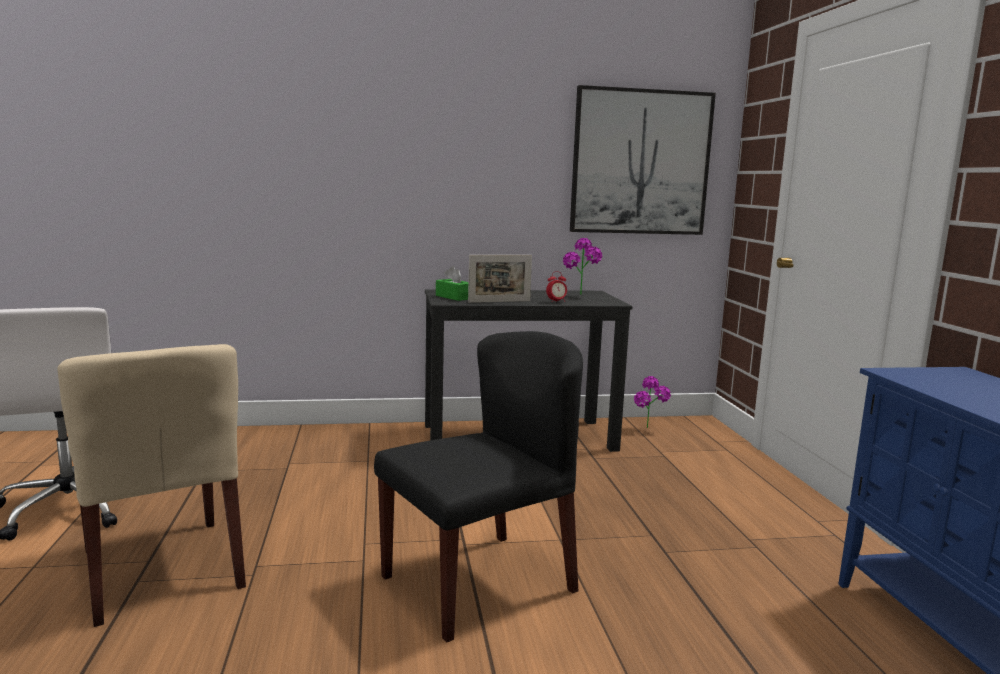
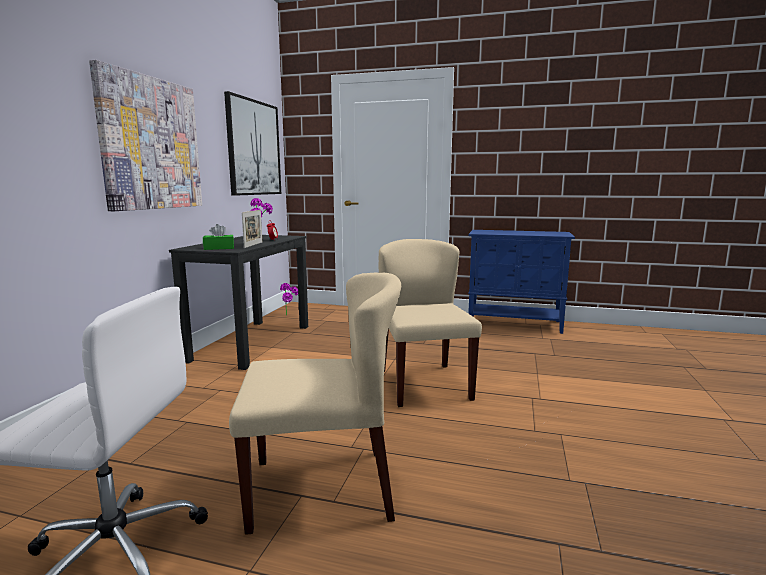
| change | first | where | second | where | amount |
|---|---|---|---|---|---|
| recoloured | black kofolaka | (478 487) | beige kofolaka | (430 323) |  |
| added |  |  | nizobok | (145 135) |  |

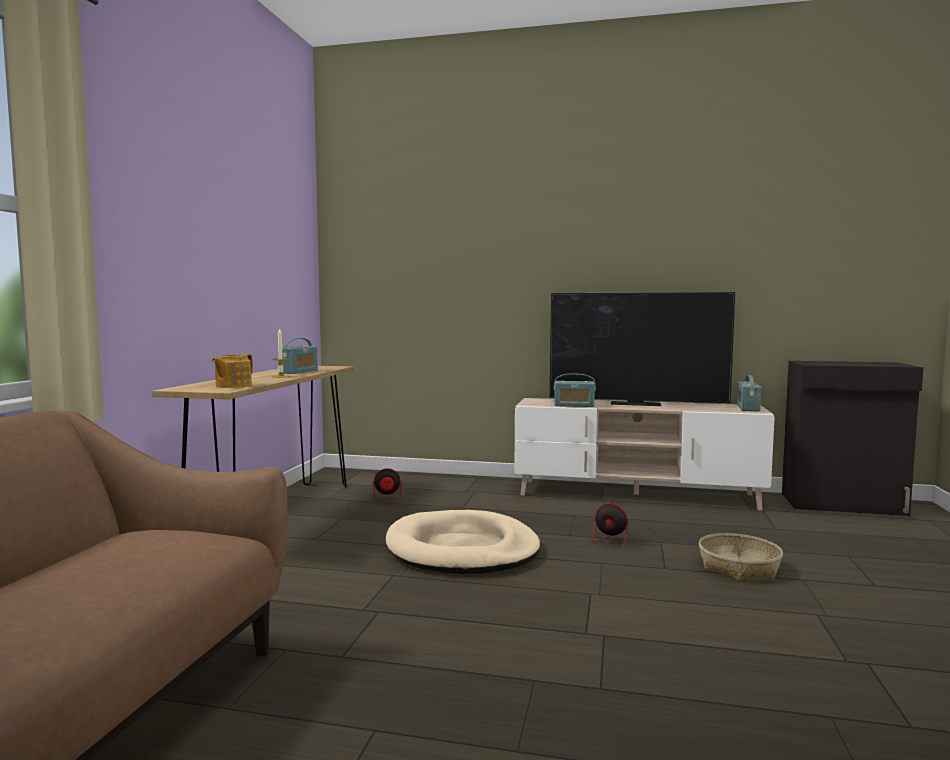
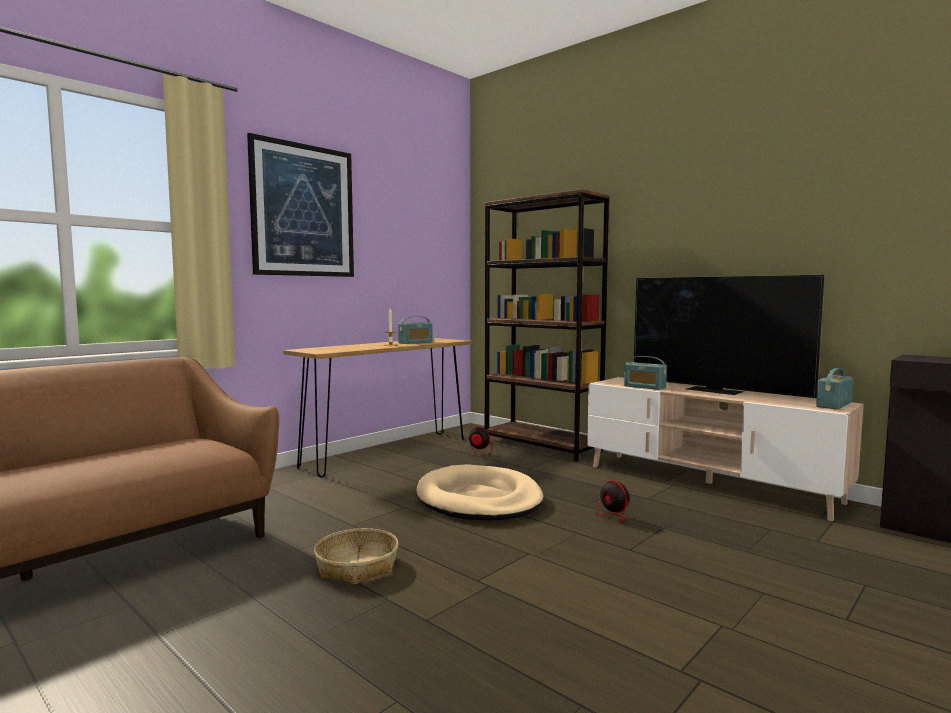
| change | first | where | second | where | amount |
|---|---|---|---|---|---|
| removed | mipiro | (232 371) |  |  |  |
| moved | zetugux | (740 557) |  | (356 556) |  |
| added |  |  | nizobok | (300 205) |  |
| added |  |  | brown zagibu | (547 325) |  |

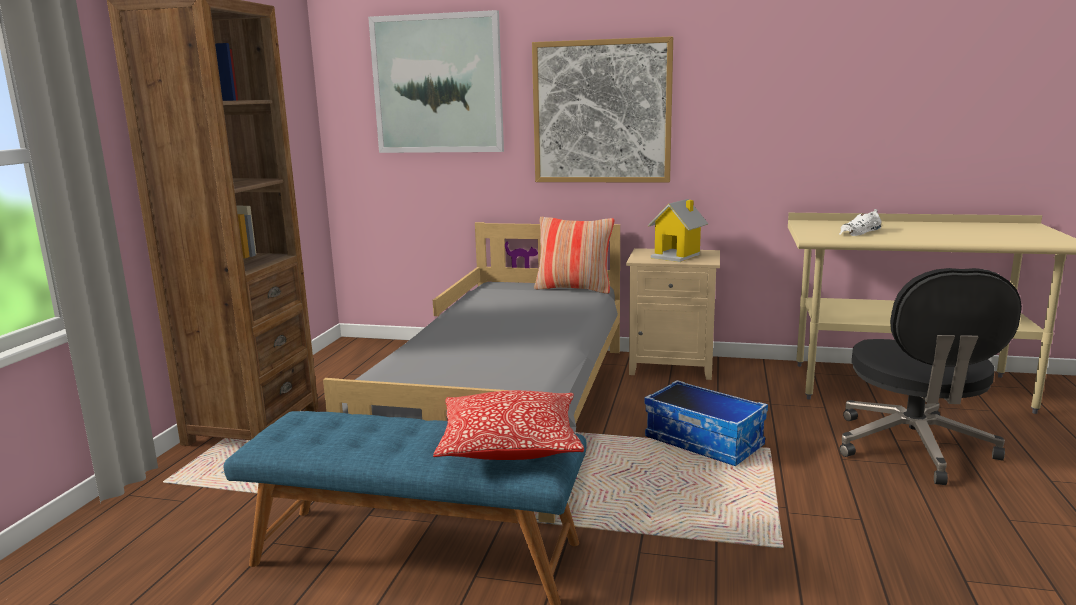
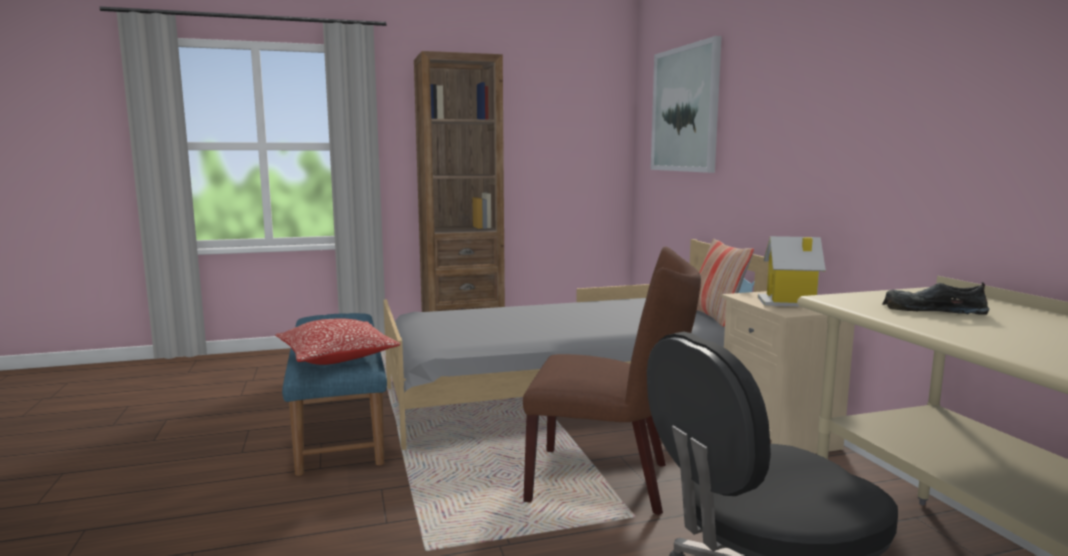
| change | first | where | second | where | amount |
|---|---|---|---|---|---|
| removed | nizobok | (602 109) |  |  |  |
| replaced | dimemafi | (706 423) | brown kofolaka | (612 381) |  |
| recoloured | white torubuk | (860 222) | black torubuk | (935 298) |  |

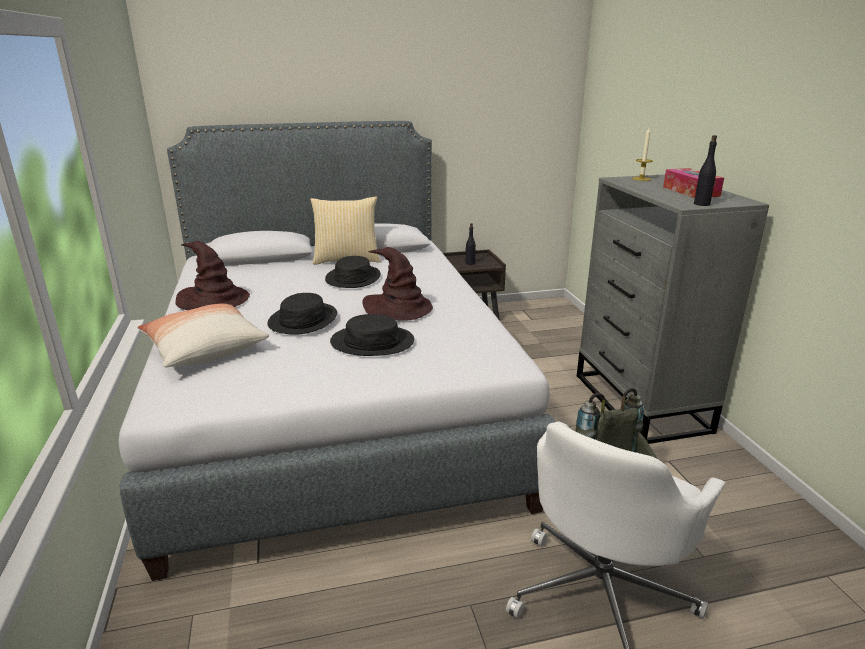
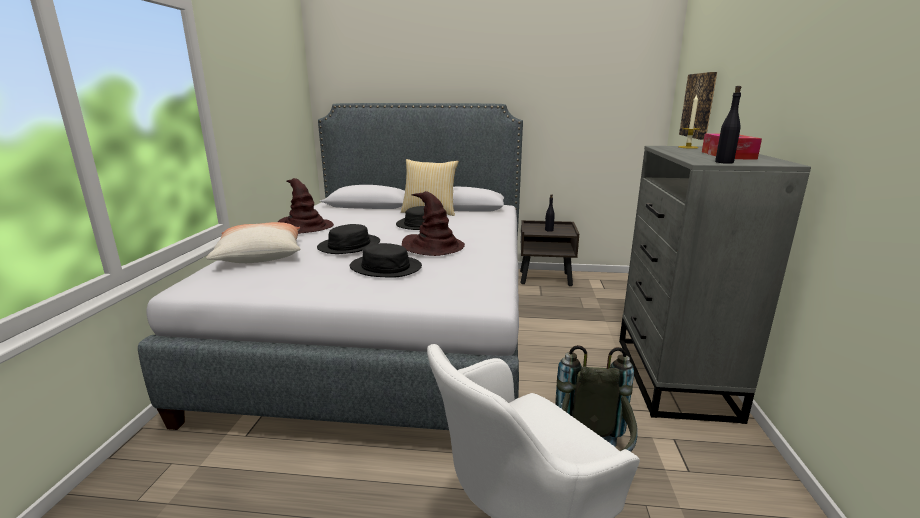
| change | first | where | second | where | amount |
|---|---|---|---|---|---|
| added |  |  | nizobok | (698 106) |  |

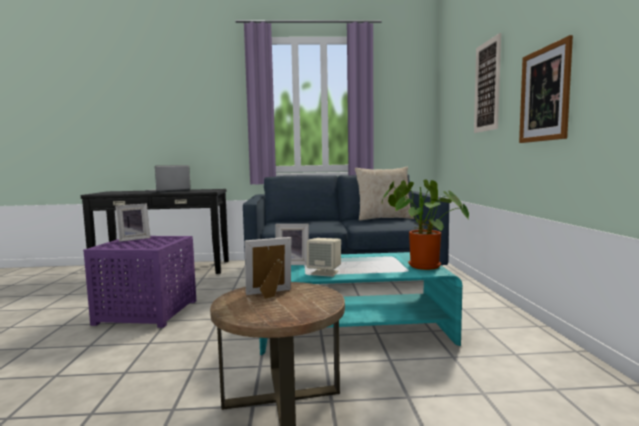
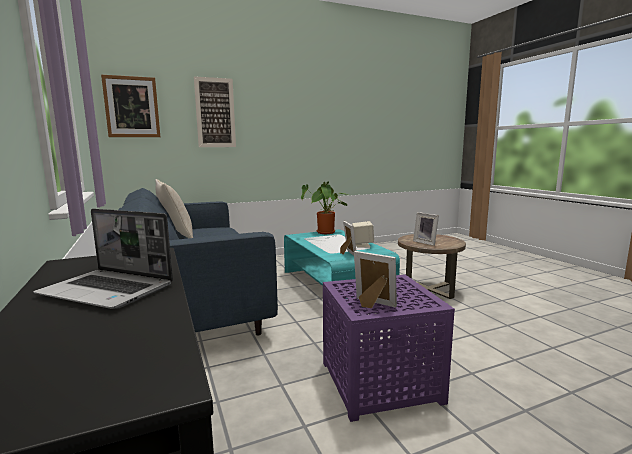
| change | first | where | second | where | amount |
|---|---|---|---|---|---|
| moved | nizobok | (546 89) |  | (130 106) |  |

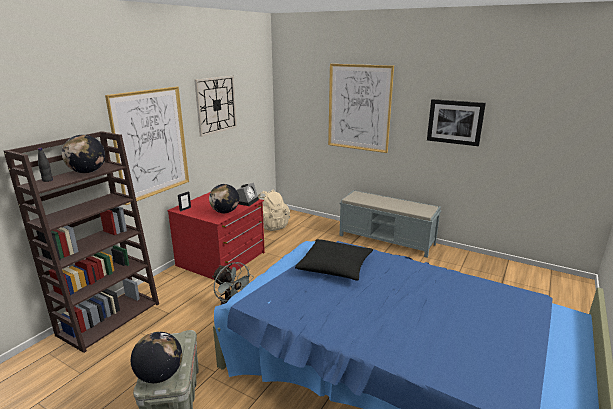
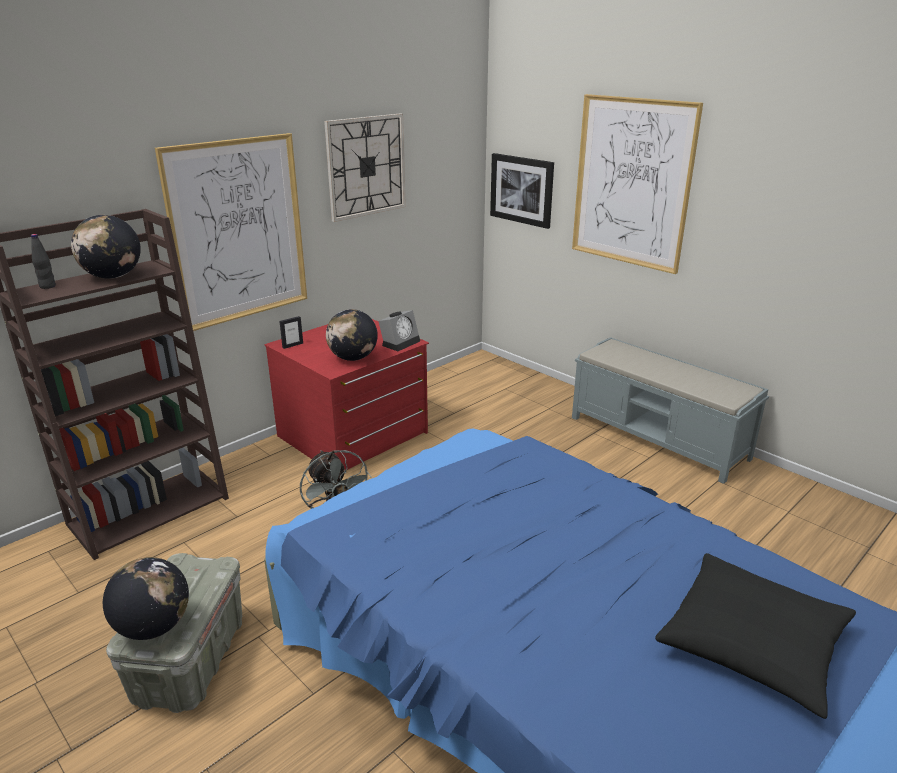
| change | first | where | second | where | amount |
|---|---|---|---|---|---|
| removed | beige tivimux | (274 210) |  |  |  |
| moved | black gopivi | (334 260) |  | (755 636) |  |
| moved | nizobok | (456 122) |  | (522 191) |  |

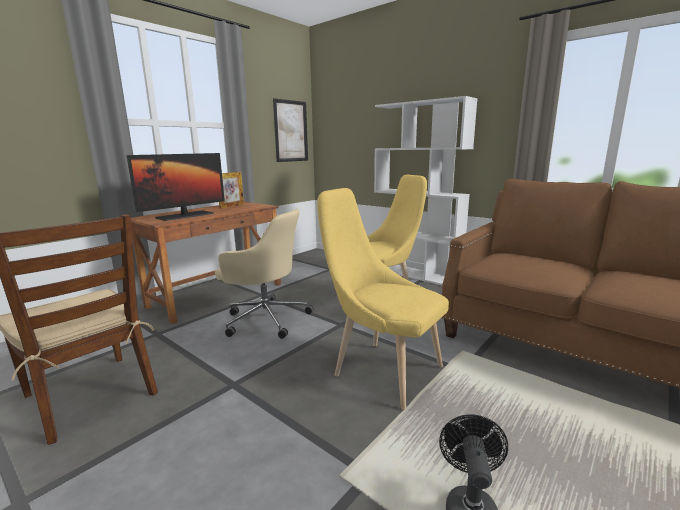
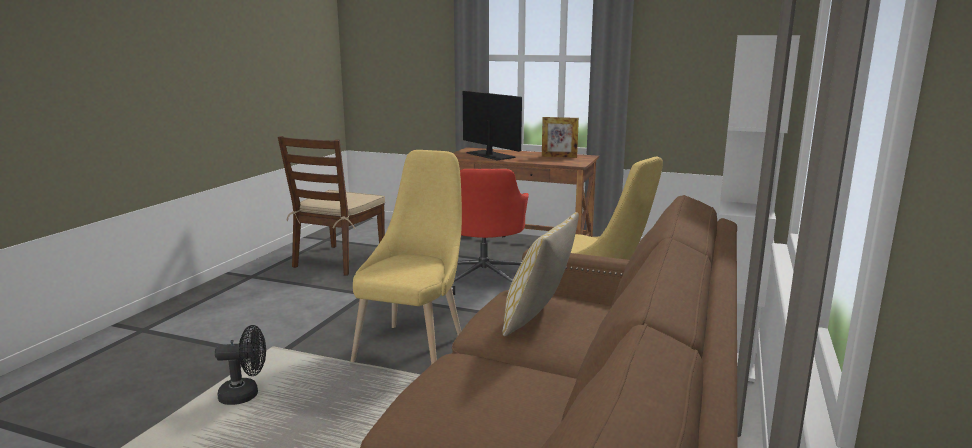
| change | first | where | second | where | amount |
|---|---|---|---|---|---|
| turned | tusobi | (176 187) |  | (492 125) | 150 degrees counterclockwise |
| recoloured | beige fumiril | (264 274) | red fumiril | (490 232) |  |
| removed | nizobok | (290 130) |  |  |  |
| added |  |  | gopivi | (541 274) |  |

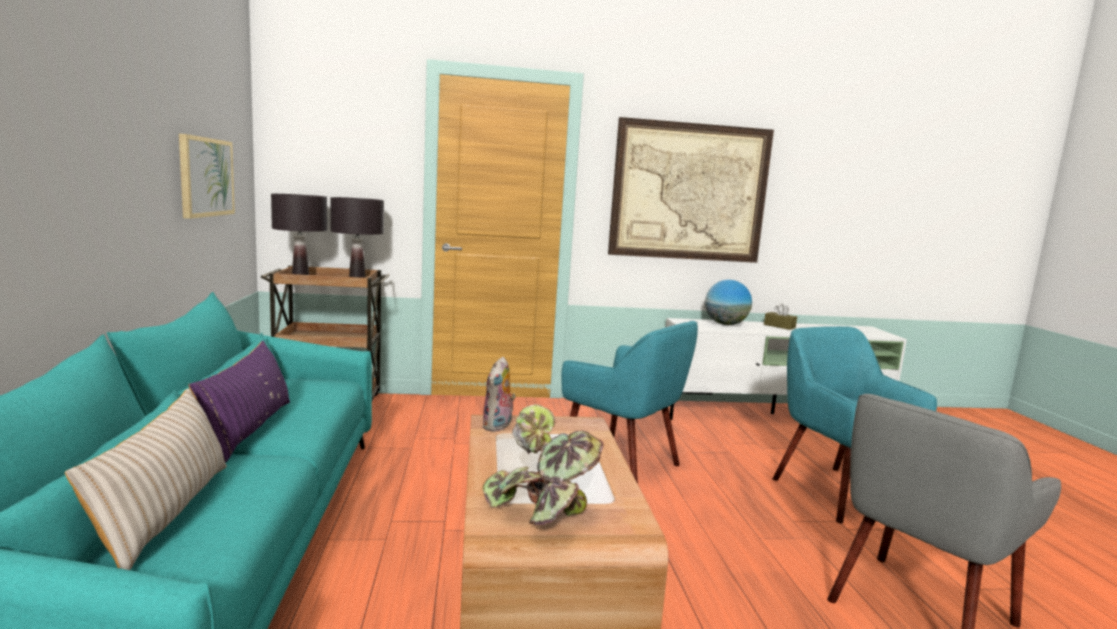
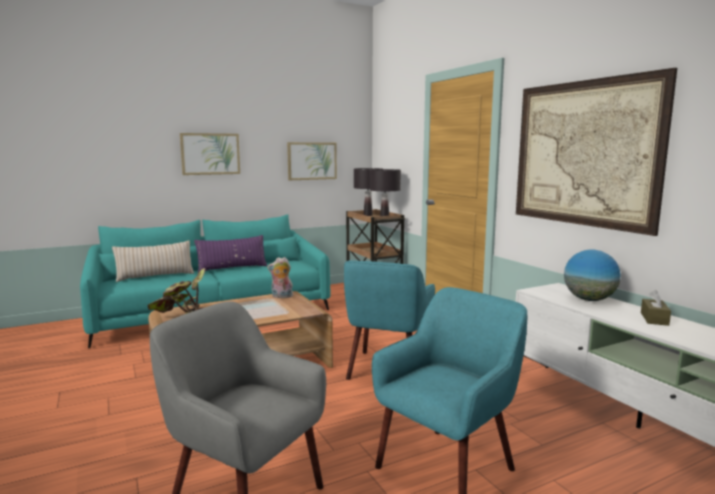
| change | first | where | second | where | amount |
|---|---|---|---|---|---|
| added |  |  | nizobok | (210 154) |  |

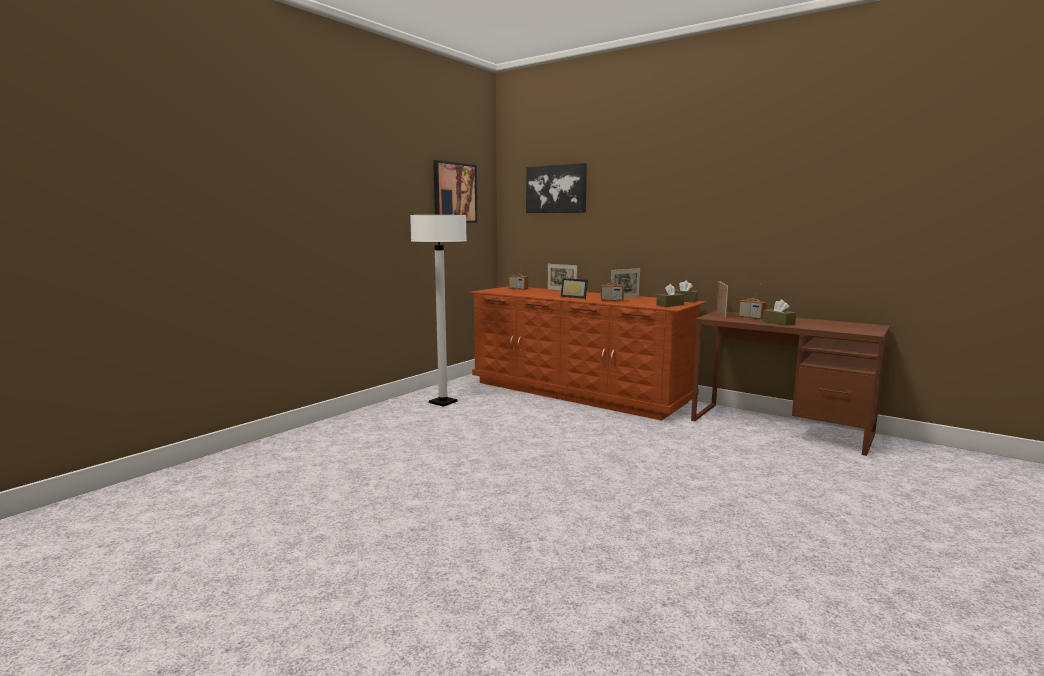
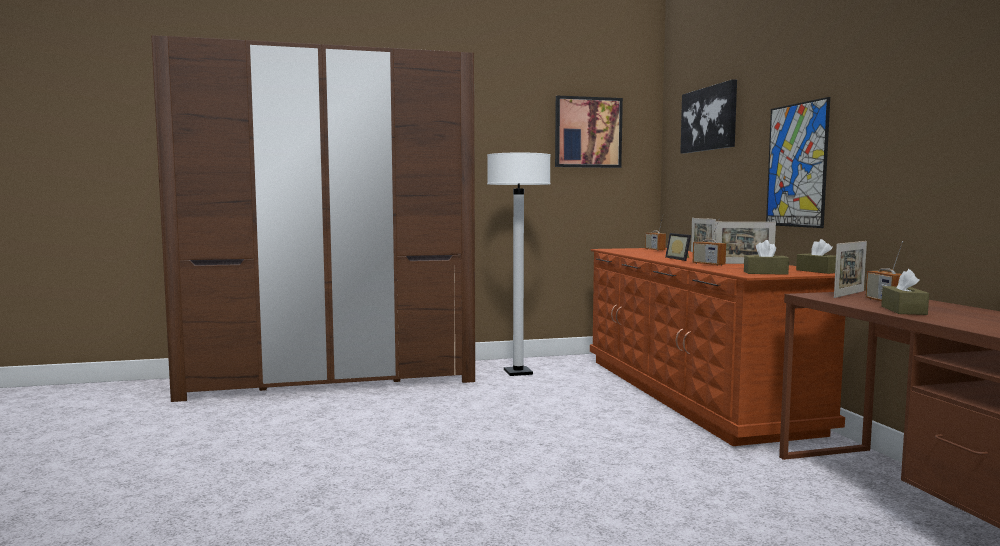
| change | first | where | second | where | amount |
|---|---|---|---|---|---|
| added |  |  | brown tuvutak | (313 218) |  |
| added |  |  | nizobok | (798 162) |  |

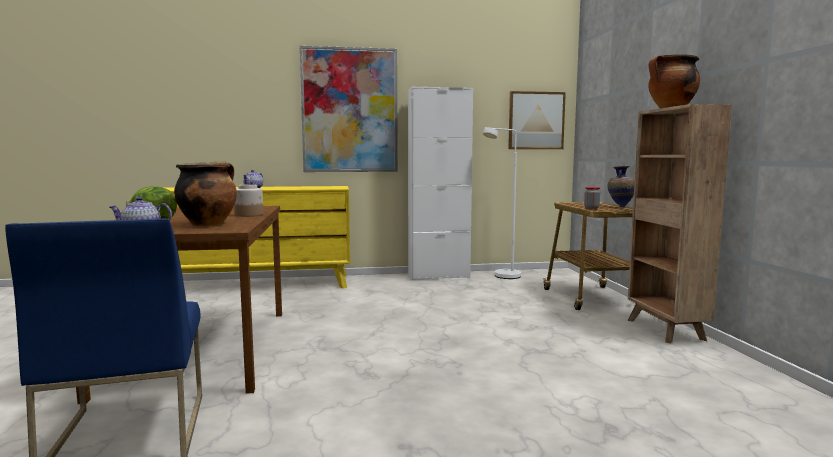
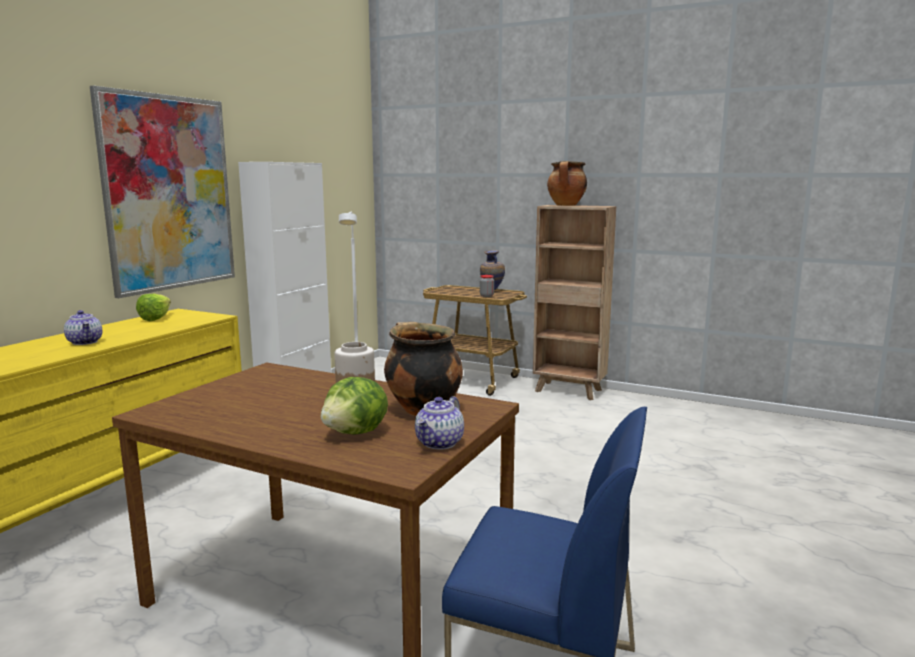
| change | first | where | second | where | amount |
|---|---|---|---|---|---|
| removed | nizobok | (537 120) |  |  |  |
| added |  |  | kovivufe | (153 307) |  |

